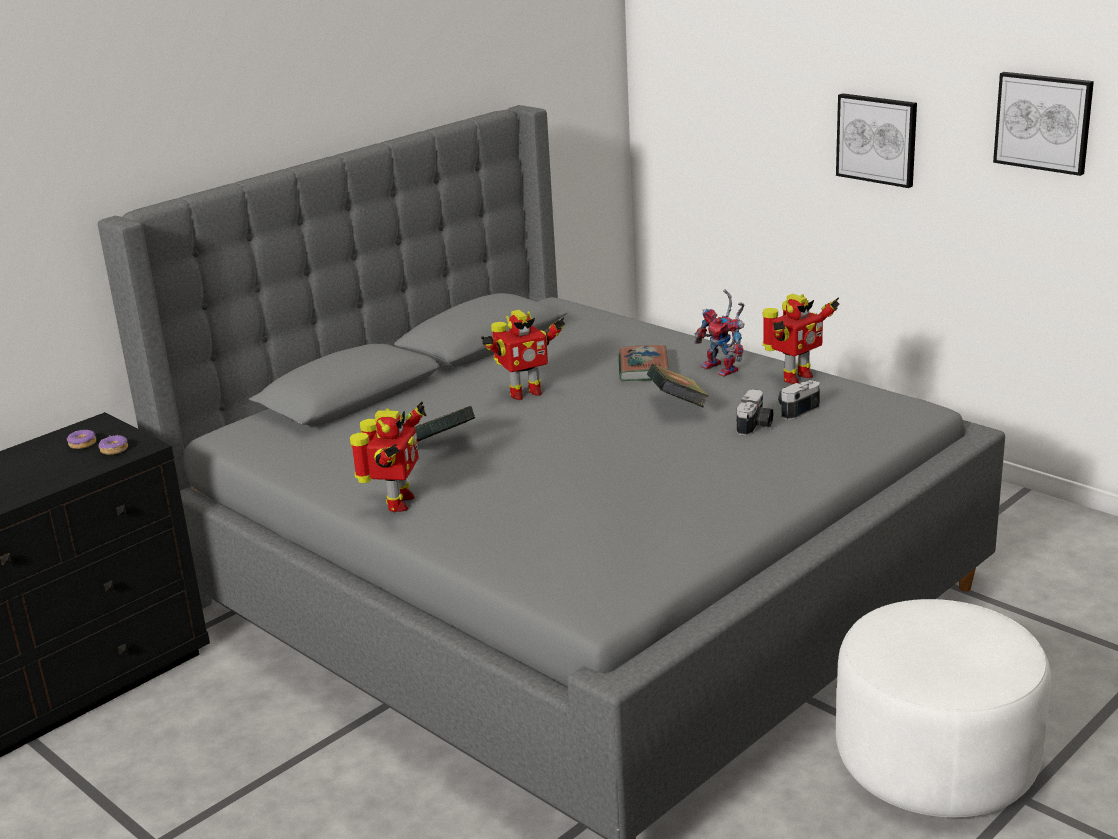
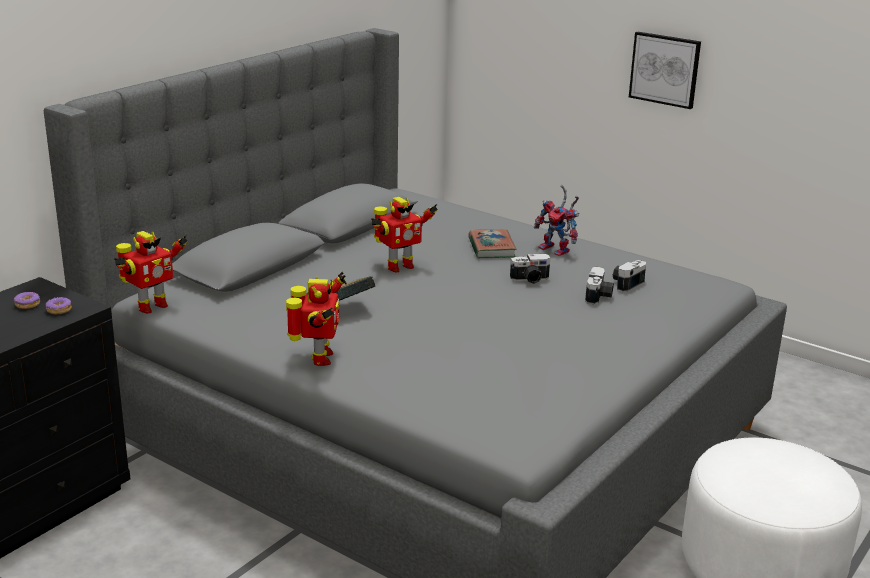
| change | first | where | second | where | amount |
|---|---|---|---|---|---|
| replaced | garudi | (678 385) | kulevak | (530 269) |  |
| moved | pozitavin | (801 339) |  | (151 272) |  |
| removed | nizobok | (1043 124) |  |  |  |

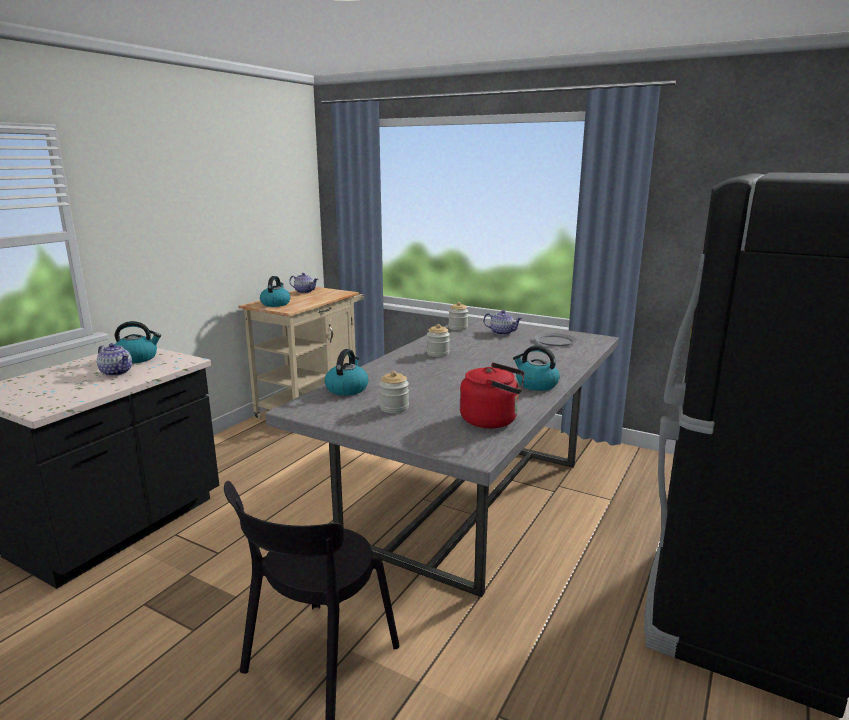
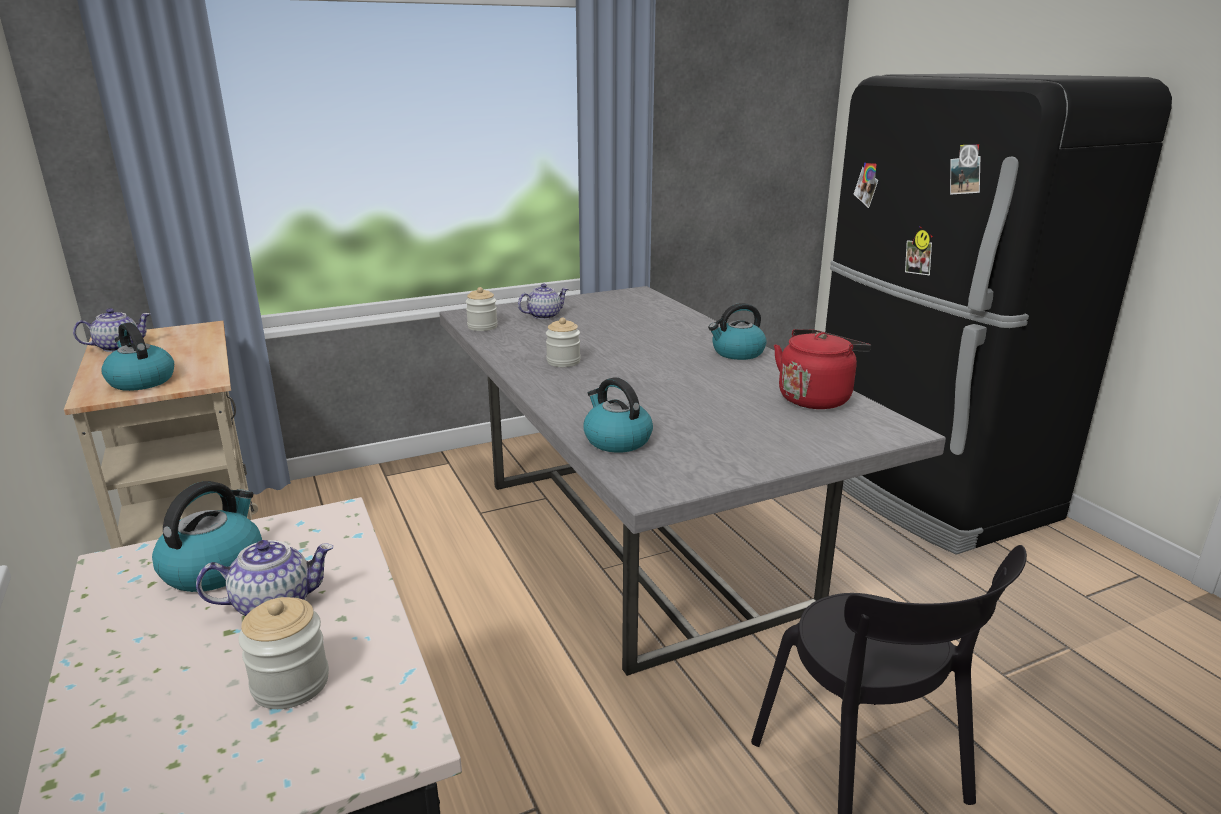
| change | first | where | second | where | amount |
|---|---|---|---|---|---|
| moved | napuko | (394 392) |  | (283 653) |  |
| removed | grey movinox | (555 339) |  |  |  |

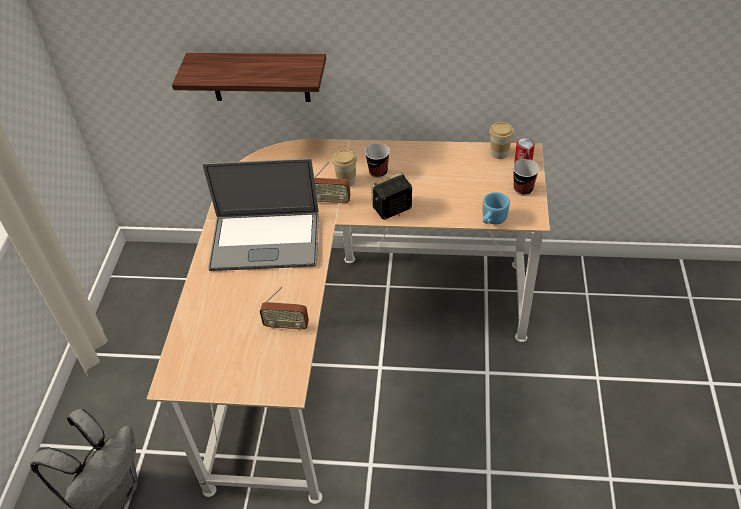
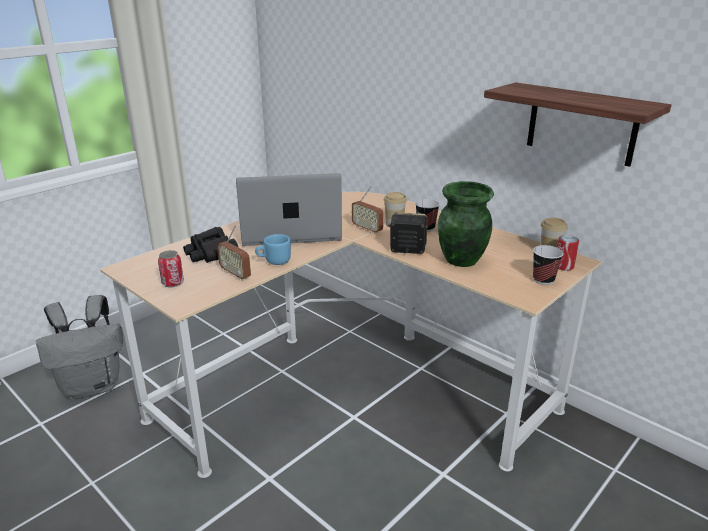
| change | first | where | second | where | amount |
|---|---|---|---|---|---|
| moved | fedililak | (249 77) |  | (577 124) |  |
| turned | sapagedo | (261 214) |  | (289 209) | 135 degrees clockwise |
| moved | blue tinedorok | (496 208) |  | (273 249) |  |
| added |  |  | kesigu | (171 269) |  |
| added |  |  | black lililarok | (211 245) |  |
| added |  |  | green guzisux | (466 224) |  |

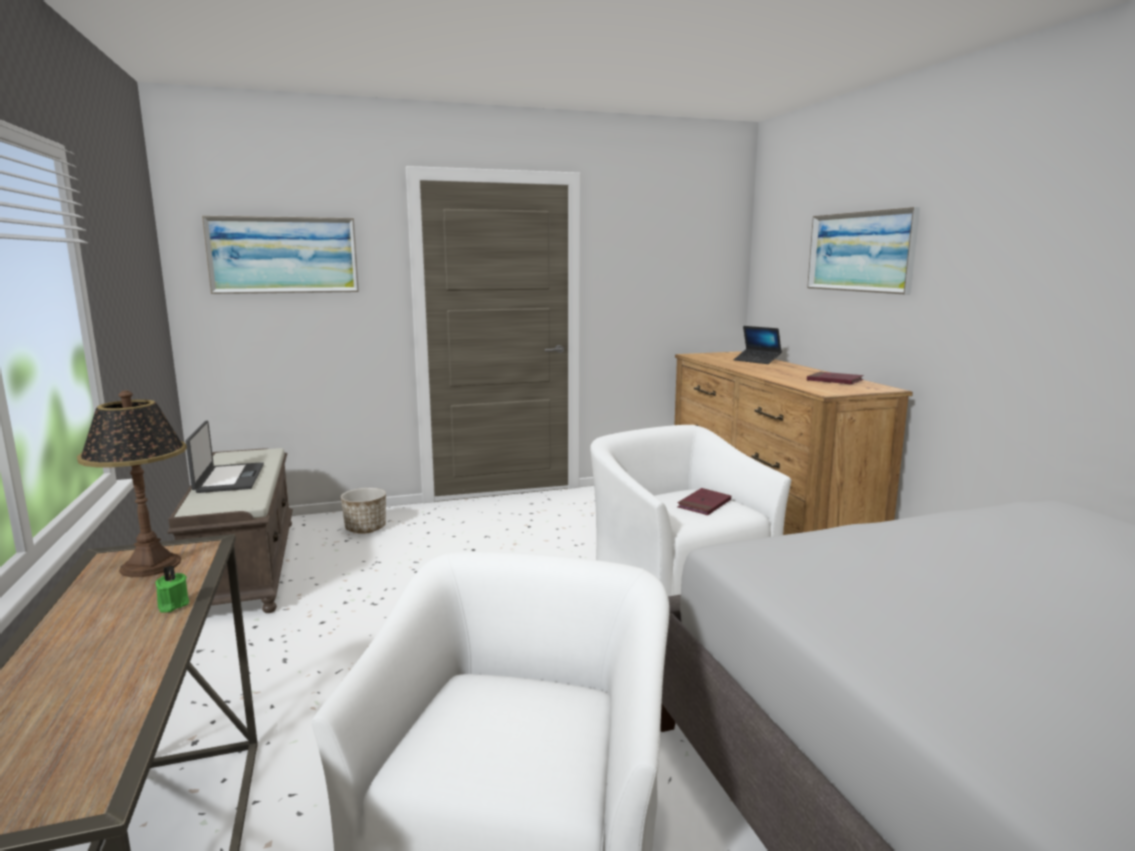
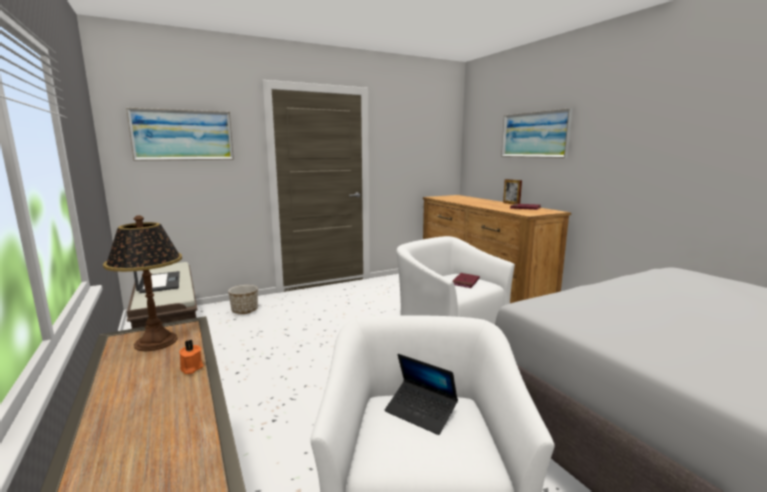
| change | first | where | second | where | amount |
|---|---|---|---|---|---|
| recoloured | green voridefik | (172 589) | orange voridefik | (191 357) |  |
| moved | sapagedo | (758 345) |  | (421 394) |  |
| added |  |  | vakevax | (512 191) |  |

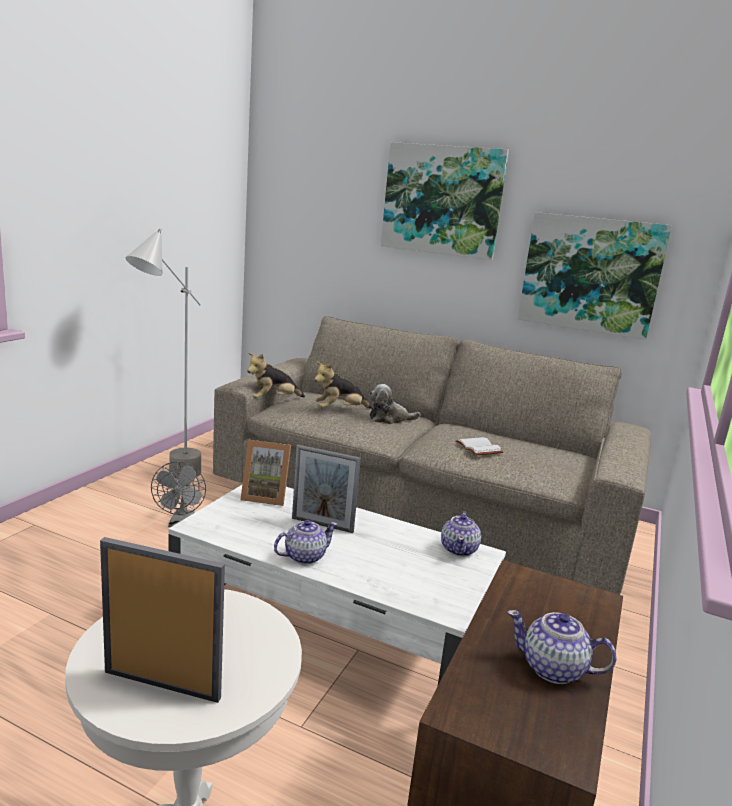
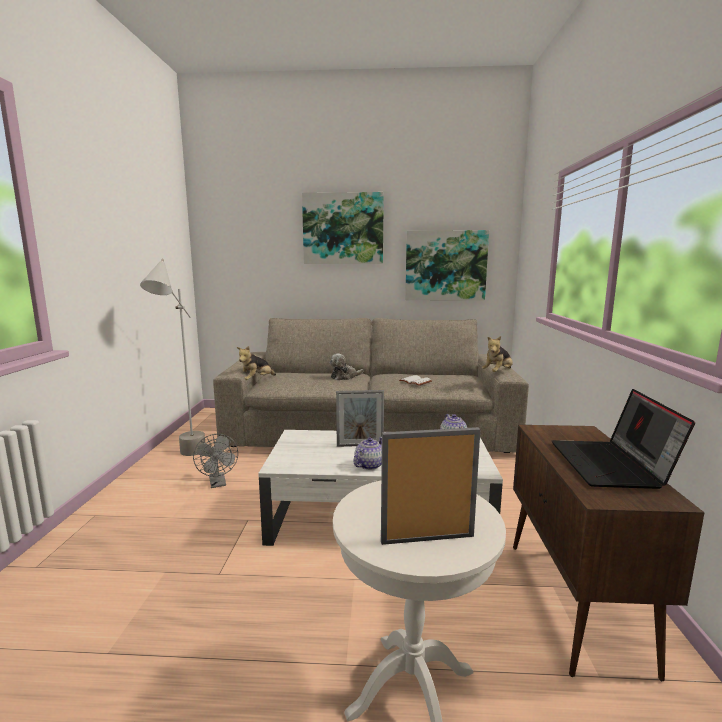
| change | first | where | second | where | amount |
|---|---|---|---|---|---|
| removed | vakevax | (265 473) |  |  |  |
| moved | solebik | (343 385) |  | (497 354) |  |
| replaced | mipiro | (562 647) | sapagedo | (623 439) |  |

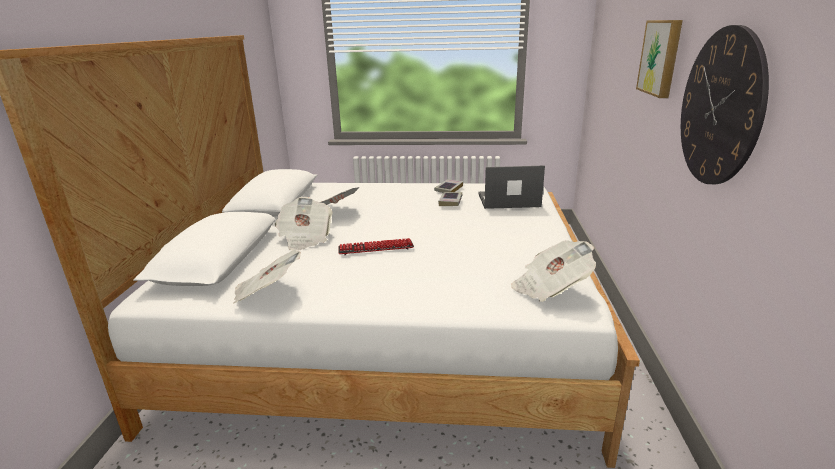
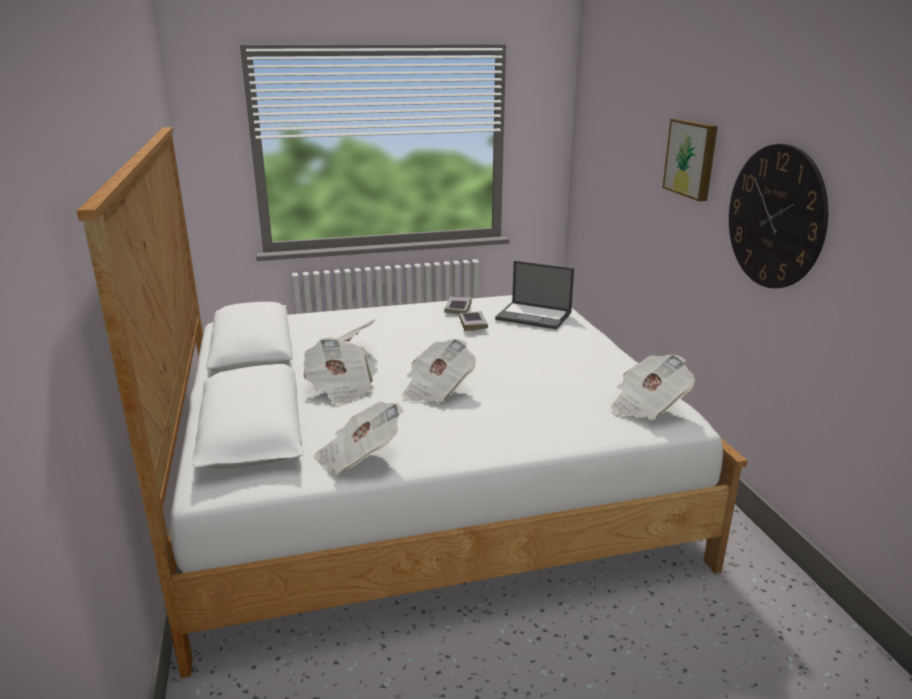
| change | first | where | second | where | amount |
|---|---|---|---|---|---|
| replaced | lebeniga | (376 246) | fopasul | (439 371) |  |
| turned | sapagedo | (511 187) |  | (534 295) | 135 degrees counterclockwise |

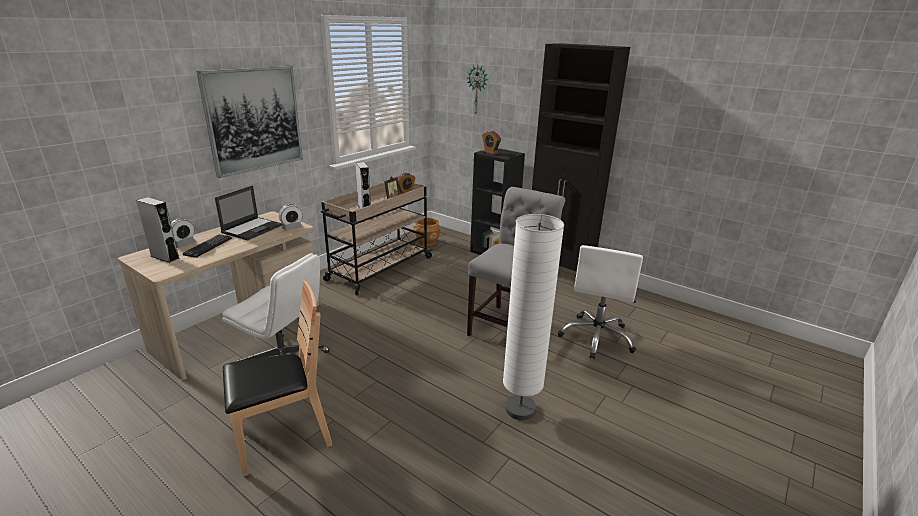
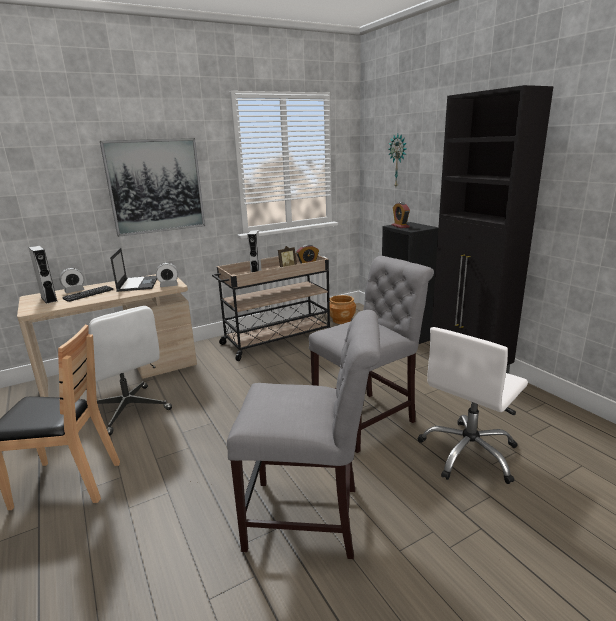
| change | first | where | second | where | amount |
|---|---|---|---|---|---|
| turned | sapagedo | (249 213) |  | (133 270) | 60 degrees counterclockwise |
| replaced | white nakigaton | (533 317) | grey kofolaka | (304 434) |  |

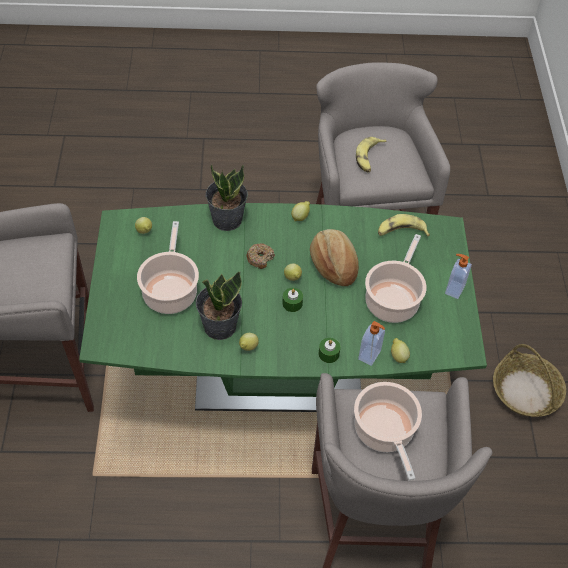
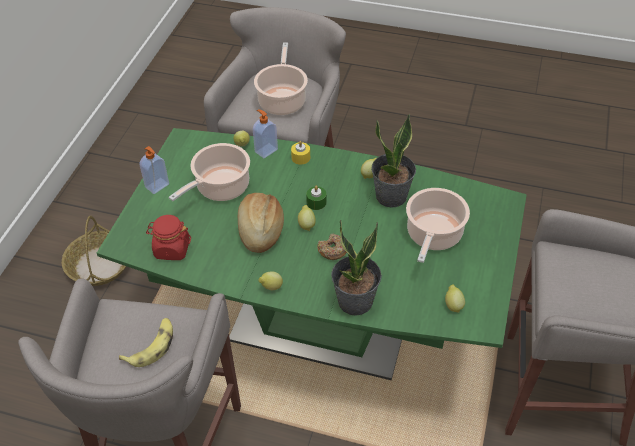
| change | first | where | second | where | amount |
|---|---|---|---|---|---|
| recoloured | green voridefik | (329 350) | yellow voridefik | (300 153) |  |
| replaced | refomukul | (404 225) | red napuko | (168 237) |  |

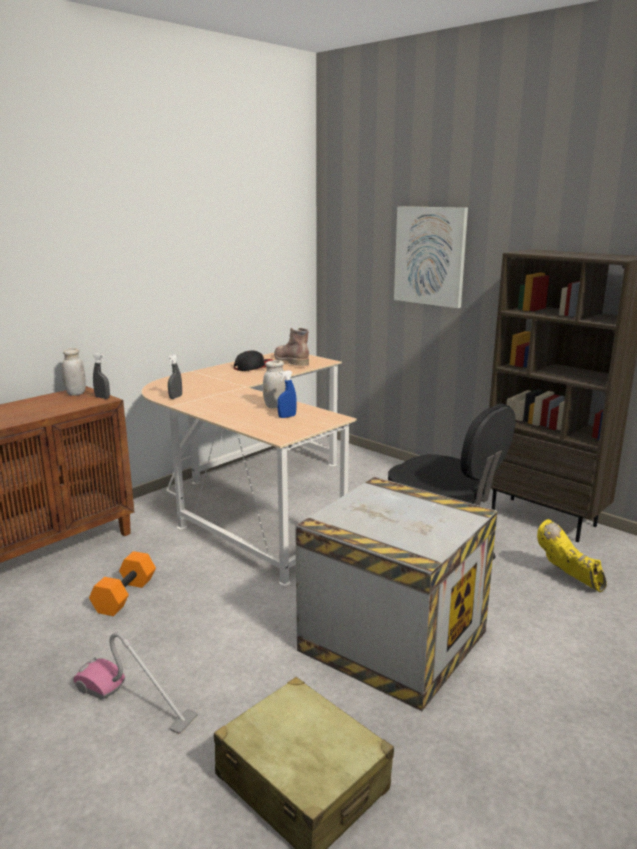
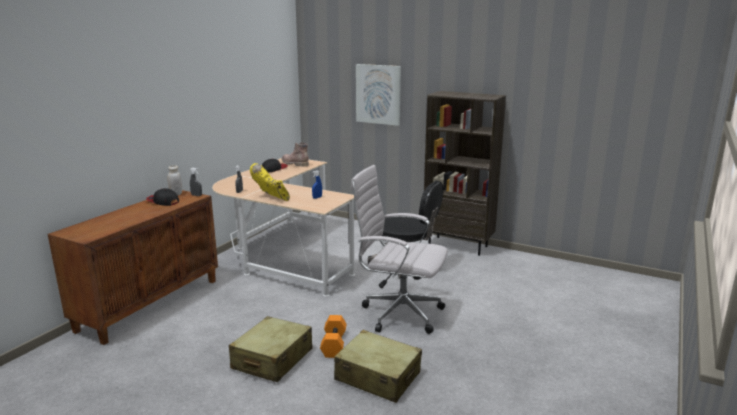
| change | first | where | second | where | amount |
|---|---|---|---|---|---|
| replaced | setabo | (135 683) | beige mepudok | (271 349) |  |
| moved | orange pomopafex | (122 583) |  | (333 336) |  |
| removed | white napuko | (274 384) |  |  |  |
| replaced | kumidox | (396 594) | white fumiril | (399 249) |  |
| moved | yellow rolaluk | (572 555) |  | (270 182) |  |
| added |  |  | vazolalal | (162 197) |  |

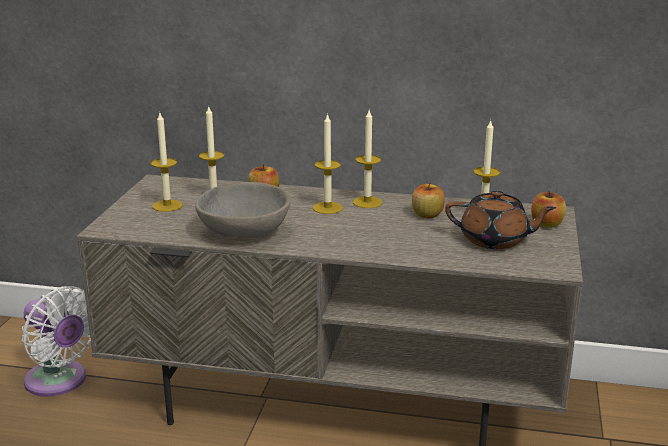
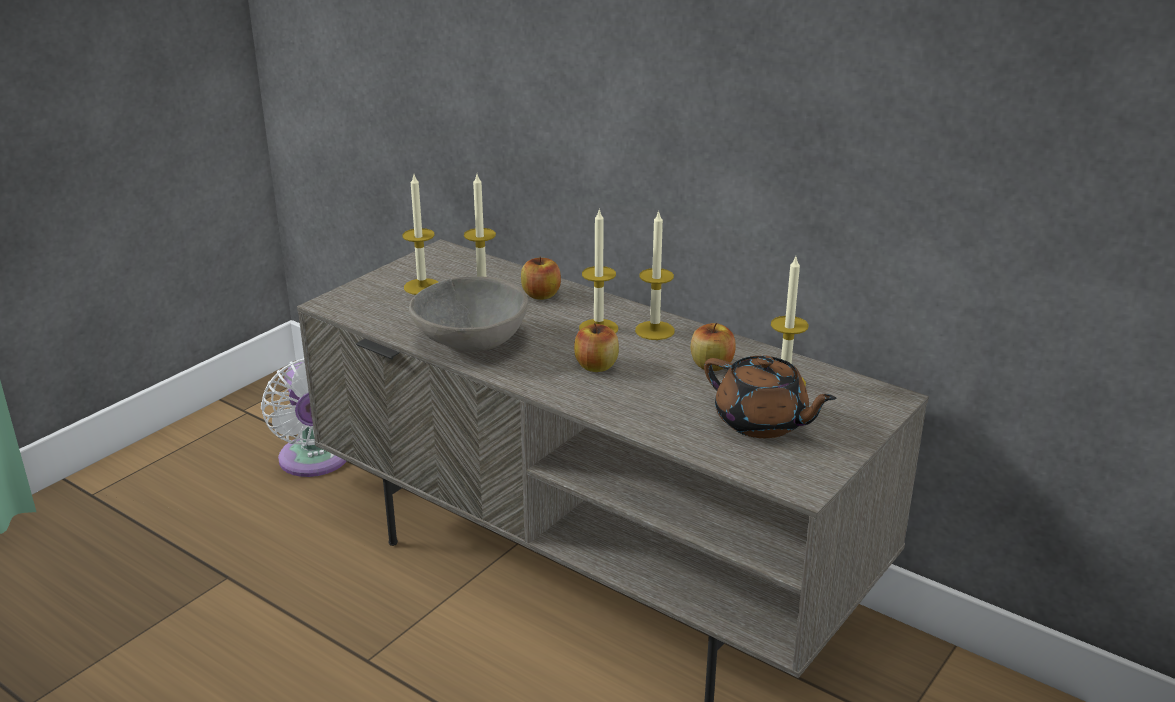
| change | first | where | second | where | amount |
|---|---|---|---|---|---|
| moved | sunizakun | (548 209) |  | (596 347) |  |

